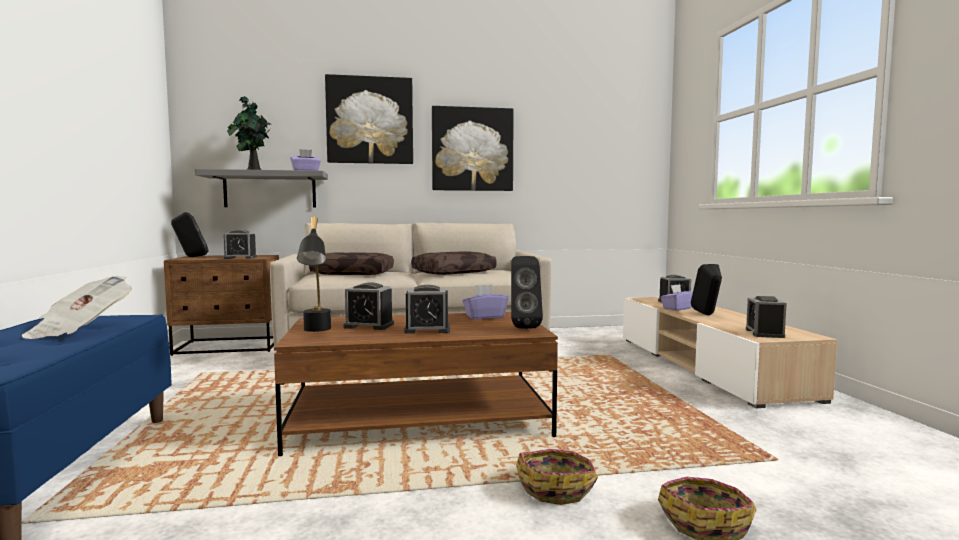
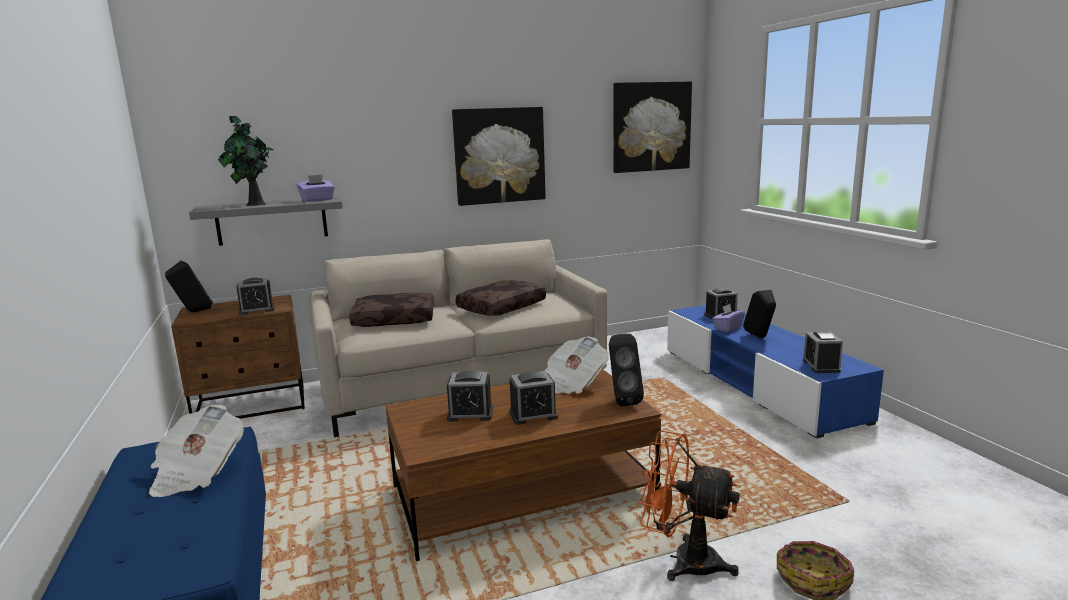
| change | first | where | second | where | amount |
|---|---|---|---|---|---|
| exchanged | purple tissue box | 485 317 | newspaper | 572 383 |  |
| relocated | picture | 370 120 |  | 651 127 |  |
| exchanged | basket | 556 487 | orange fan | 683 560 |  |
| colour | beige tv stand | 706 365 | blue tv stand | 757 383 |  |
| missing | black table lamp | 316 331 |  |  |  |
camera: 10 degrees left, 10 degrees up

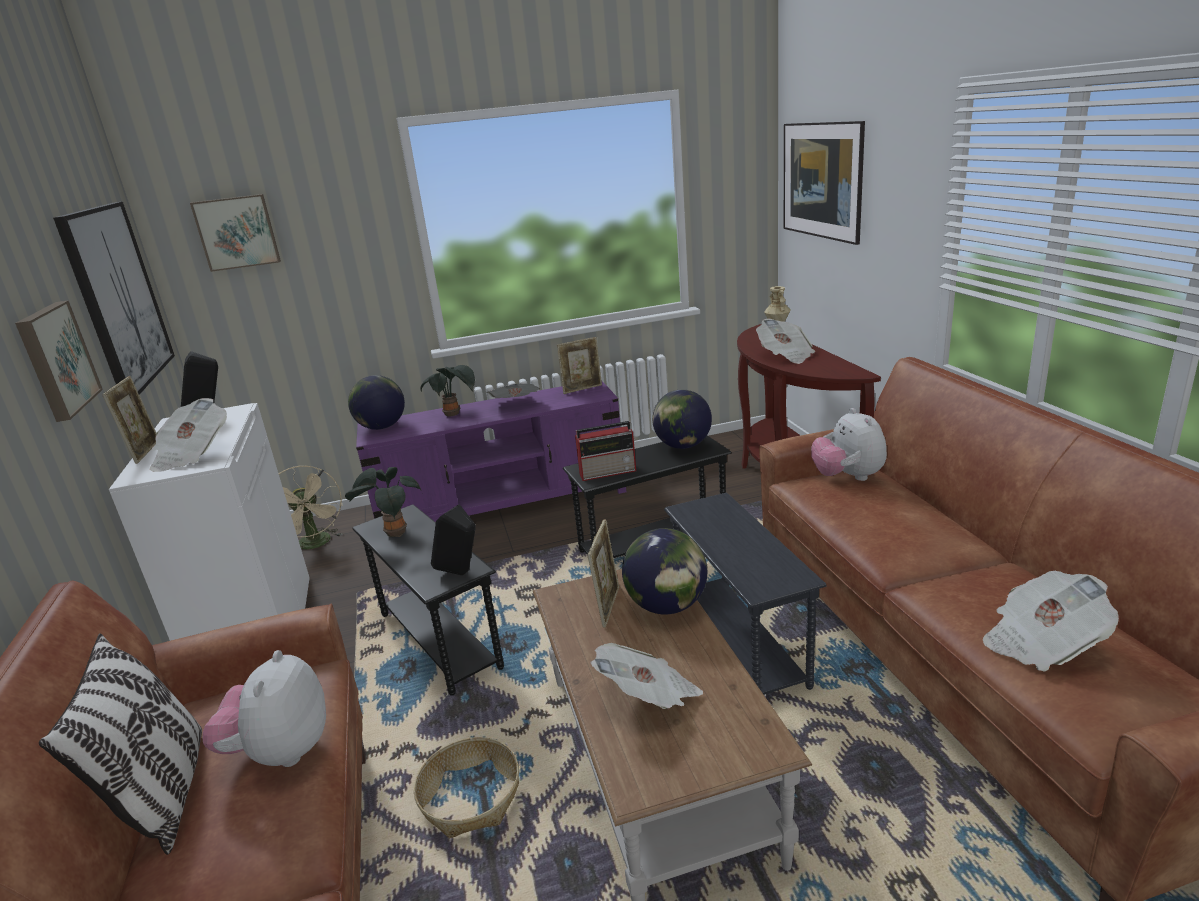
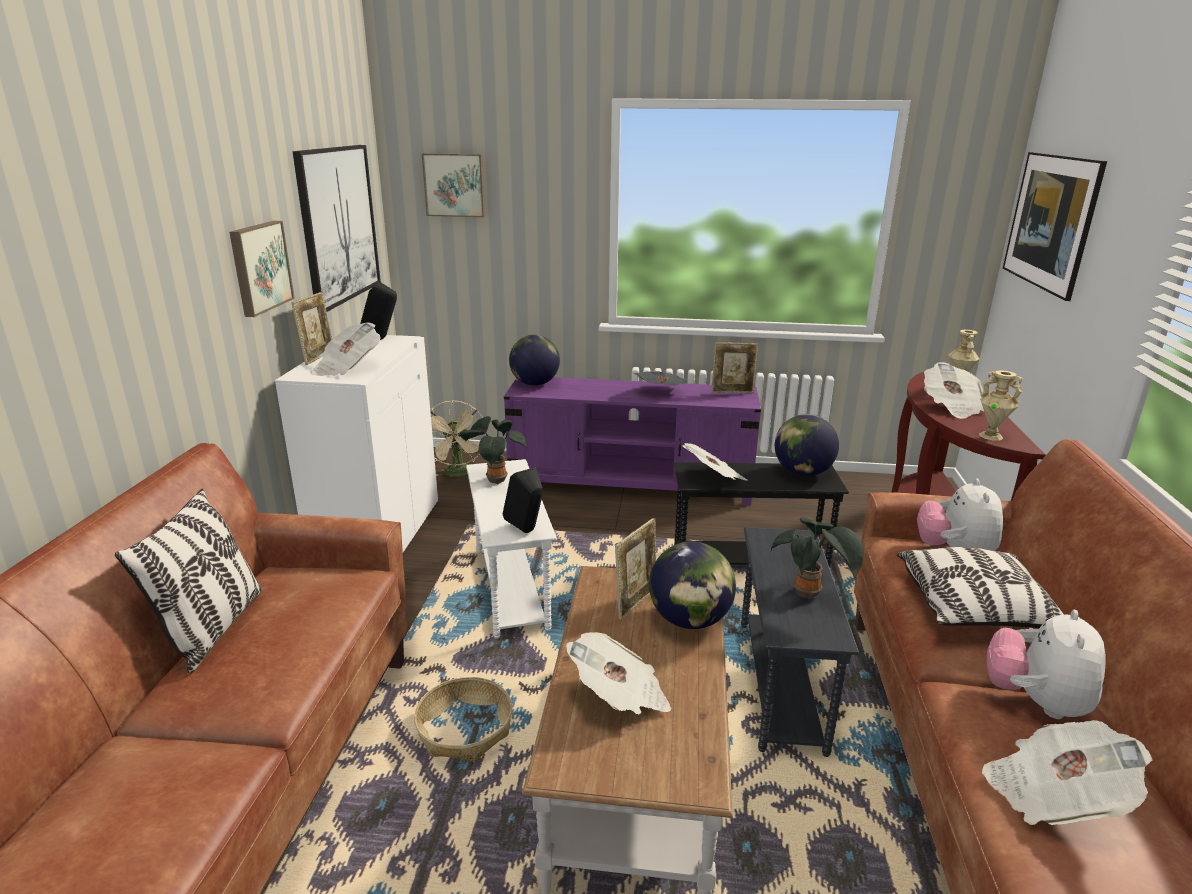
| change | first | where | second | where | amount |
|---|---|---|---|---|---|
| colour | black side table | 438 641 | white side table | 510 588 |  |
| exchanged | radio | 609 472 | newspaper | 713 478 |  |
| relocated | potted plant | 454 414 |  | 809 594 |  |
| appeared |  |  | pillow | 975 609 |  |
| appeared |  |  | beige vase | 991 436 |  |
| relocated | plush toy | 281 752 |  | 1035 702 |  |
camera: 20 degrees right, 0 degrees up

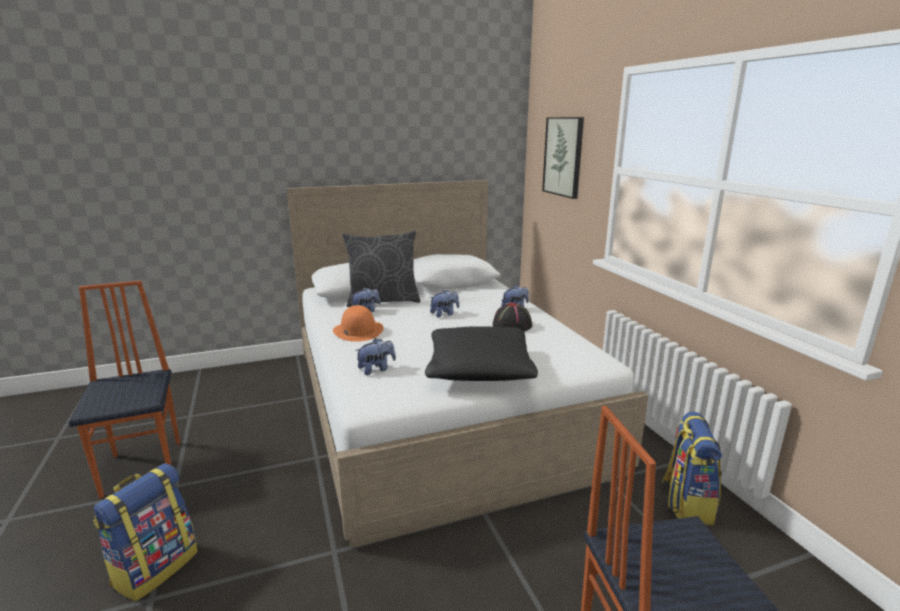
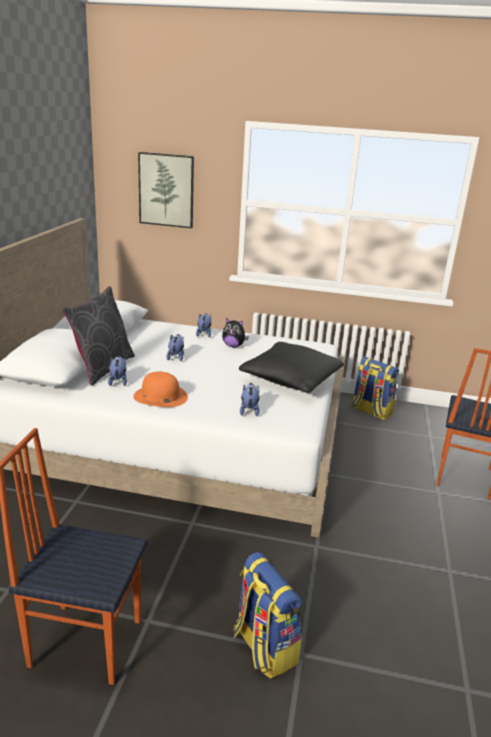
| change | first | where | second | where | amount |
|---|---|---|---|---|---|
| exchanged | black hat | 512 325 | plush toy | 233 346 |  |
camera: 60 degrees left, 5 degrees up

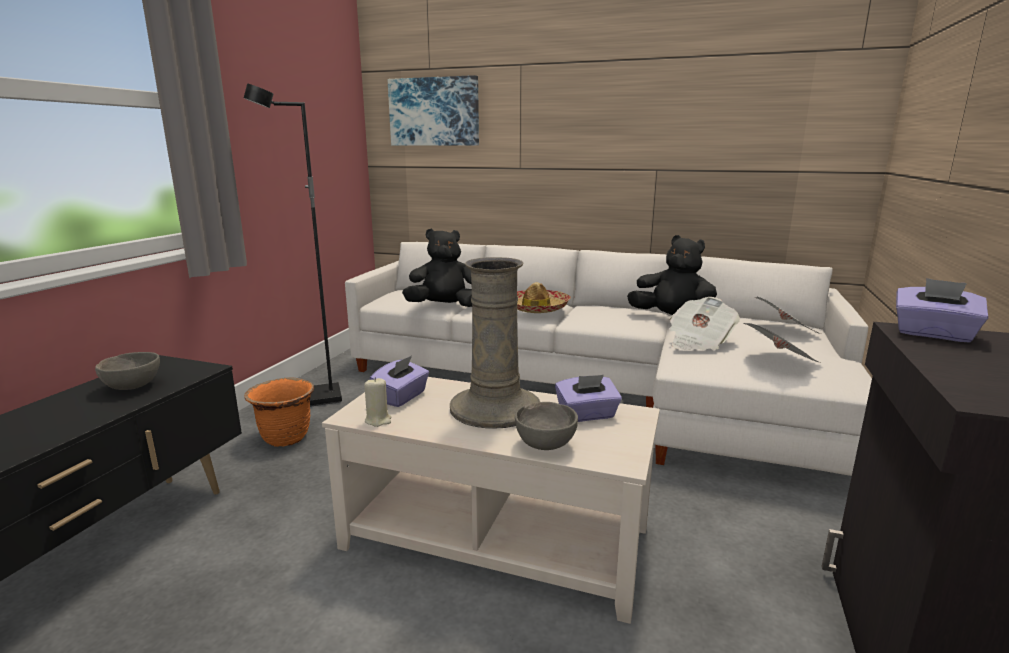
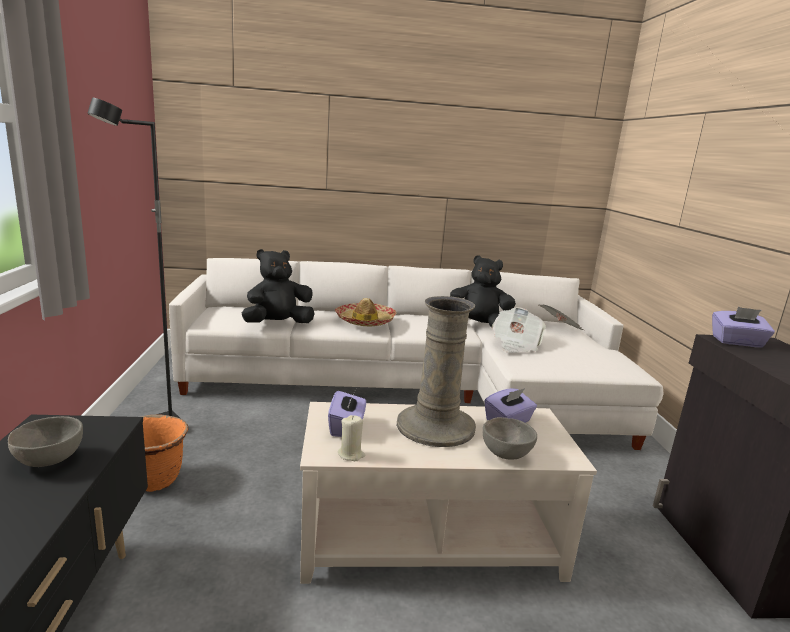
| change | first | where | second | where | amount |
|---|---|---|---|---|---|
| missing | picture | 434 112 |  |  |  |
| missing | newspaper | 780 362 |  |  |  |
camera: 25 degrees left, 0 degrees up

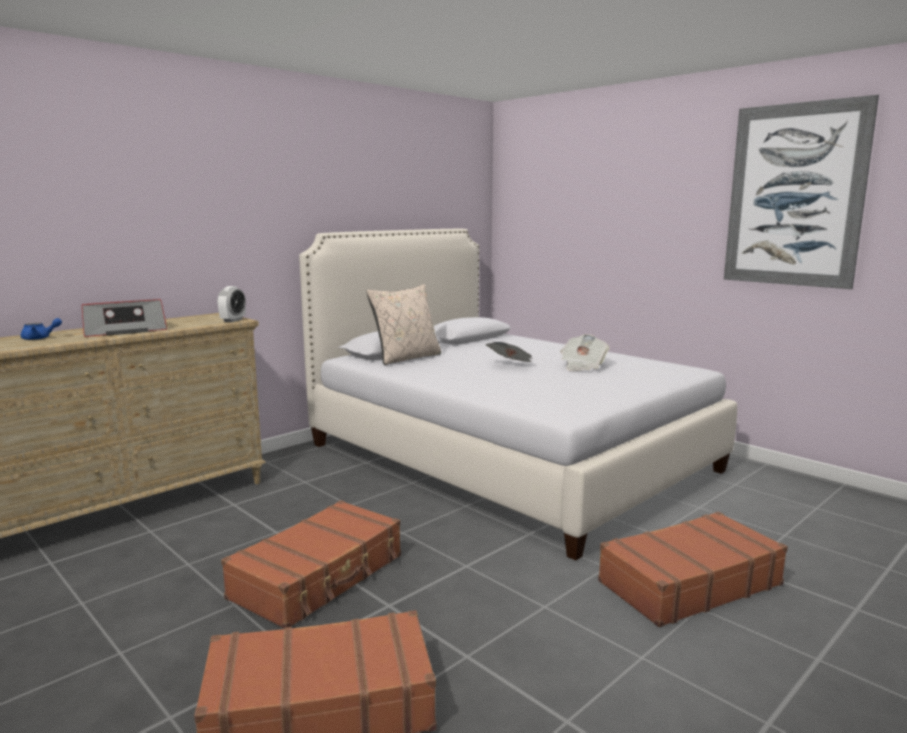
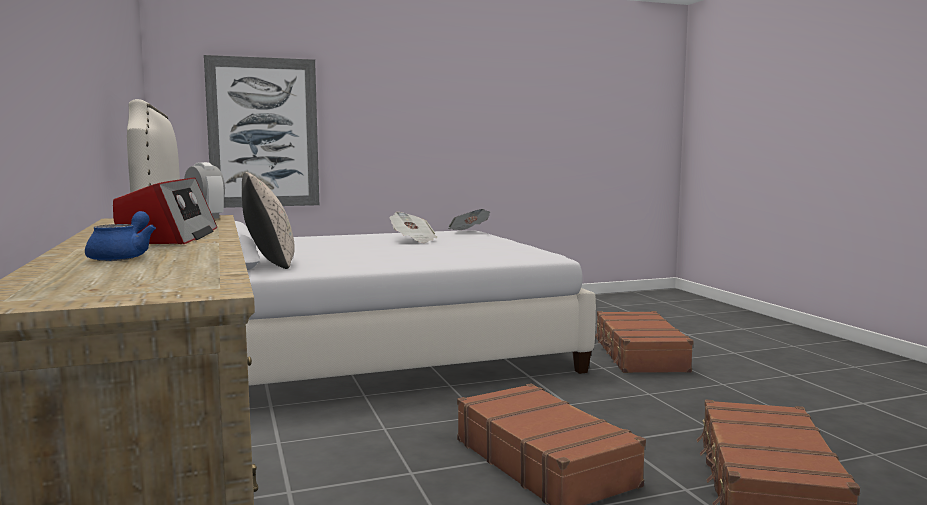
| change | first | where | second | where | amount |
|---|---|---|---|---|---|
| relocated | picture | 794 195 |  | 263 133 |  |
| relocated | newspaper | 511 365 |  | 468 232 |  |
camera: 65 degrees left, 5 degrees down

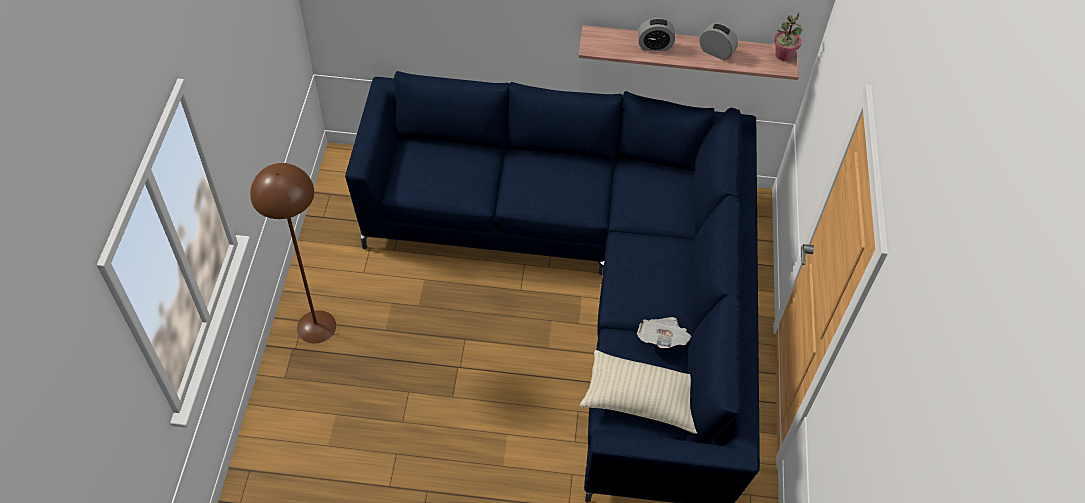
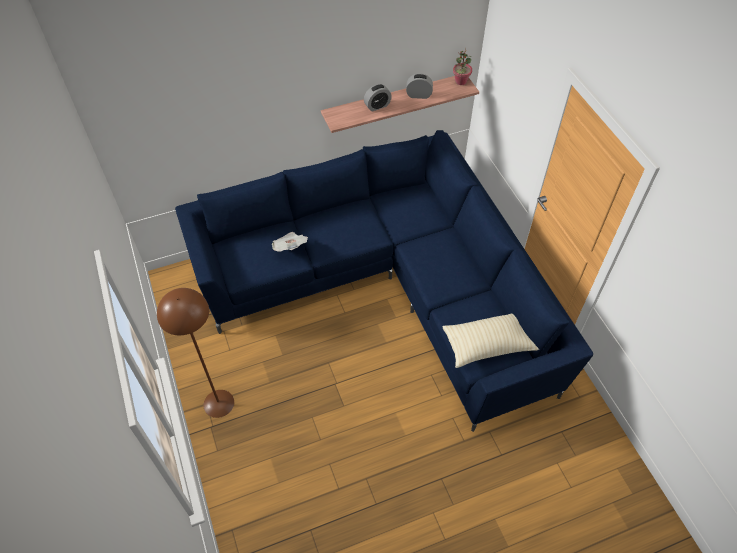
| change | first | where | second | where | amount |
|---|---|---|---|---|---|
| relocated | newspaper | 662 339 |  | 290 247 |  |
camera: 25 degrees left, 0 degrees up

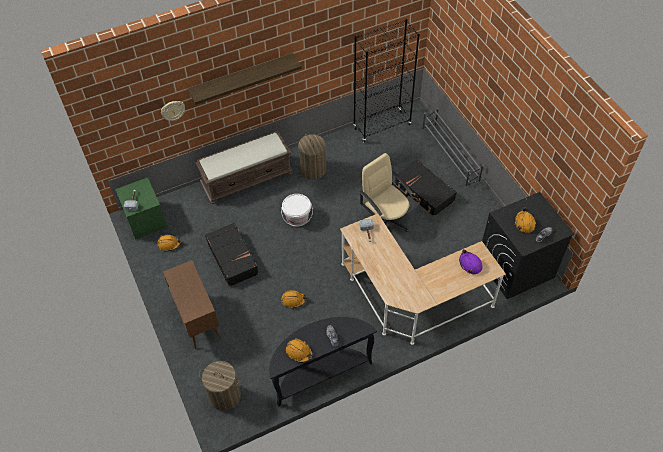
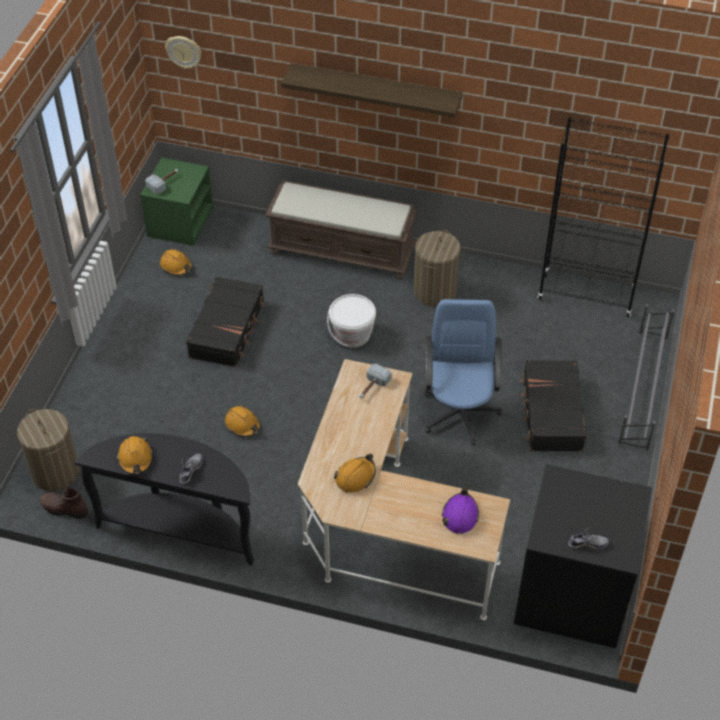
| change | first | where | second | where | amount |
|---|---|---|---|---|---|
| appeared |  |  | brown boot | 64 509 |  |
| relocated | wall clock | 173 110 |  | 184 51 |  |
| relocated | orange hard hat | 524 223 |  | 355 477 |  |
| colour | beige office chair | 385 220 | blue office chair | 460 412 |  |
| missing | brown cabinet | 197 318 |  |  |  |
camera: 40 degrees right, 5 degrees down

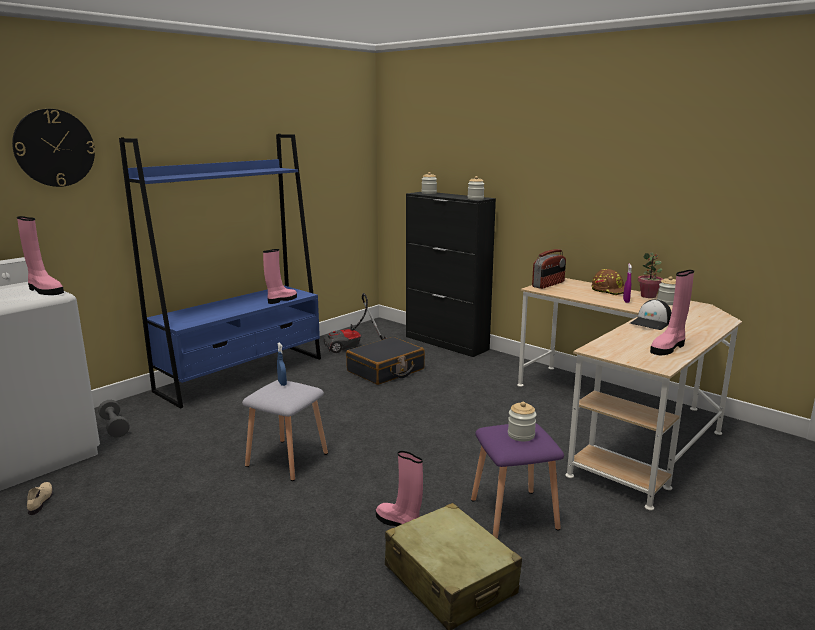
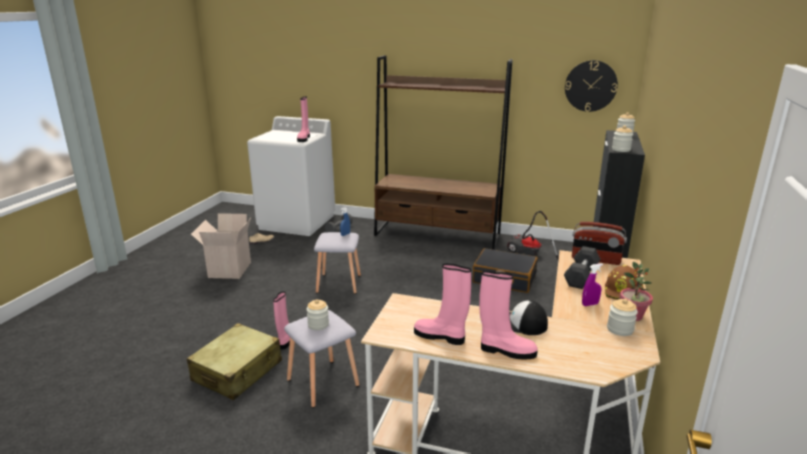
| change | first | where | second | where | amount |
|---|---|---|---|---|---|
| appeared |  |  | cardboard box | 228 269 |  |
| colour | purple stool | 512 513 | grey stool | 323 382 |  |
| colour | blue bookcase | 242 374 | brown bookcase | 437 235 |  |
| relocated | pink boot | 281 300 |  | 506 351 |  |
| appeared |  |  | black dumbbell | 581 276 |  |
| relocated | wall clock | 54 148 |  | 590 86 |  |
camera: 65 degrees right, 5 degrees up

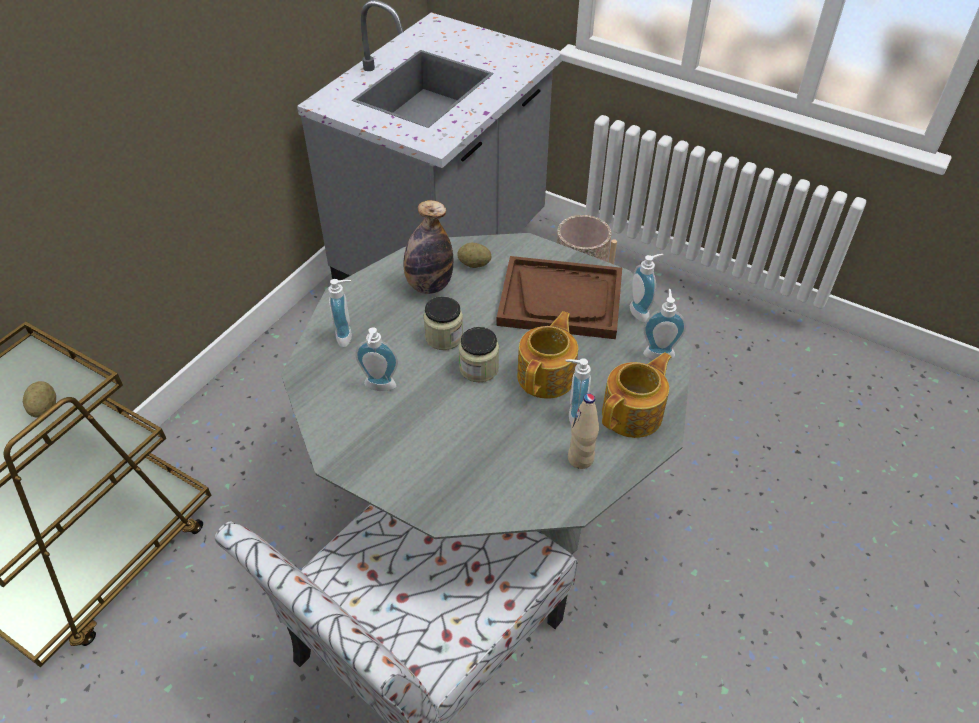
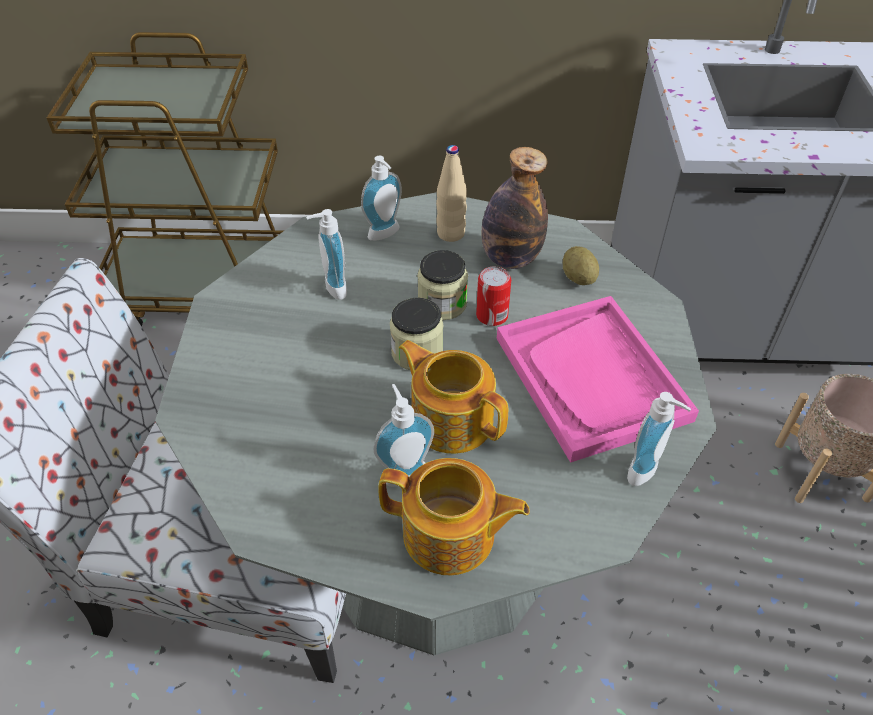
| change | first | where | second | where | amount |
|---|---|---|---|---|---|
| spun | teapot | 547 376 |  | 451 419 | 135 degrees counterclockwise |
| relocated | beige bottle | 580 459 |  | 451 234 |  |
| appeared |  |  | can | 492 315 |  |
| colour | brown tray | 561 300 | pink tray | 591 378 |  |
| missing | potato | 44 408 |  |  |  |
| missing | soap dispenser | 658 352 |  |  |  |
camera: 60 degrees right, 0 degrees up

